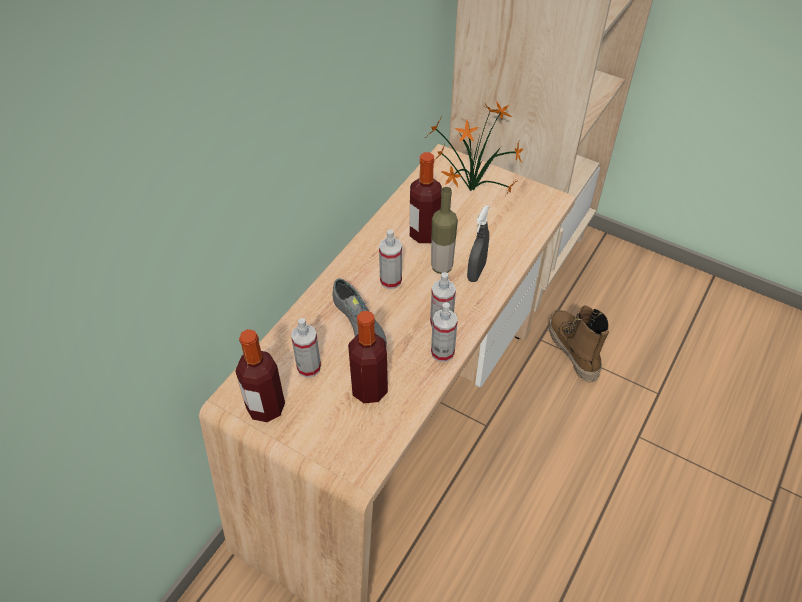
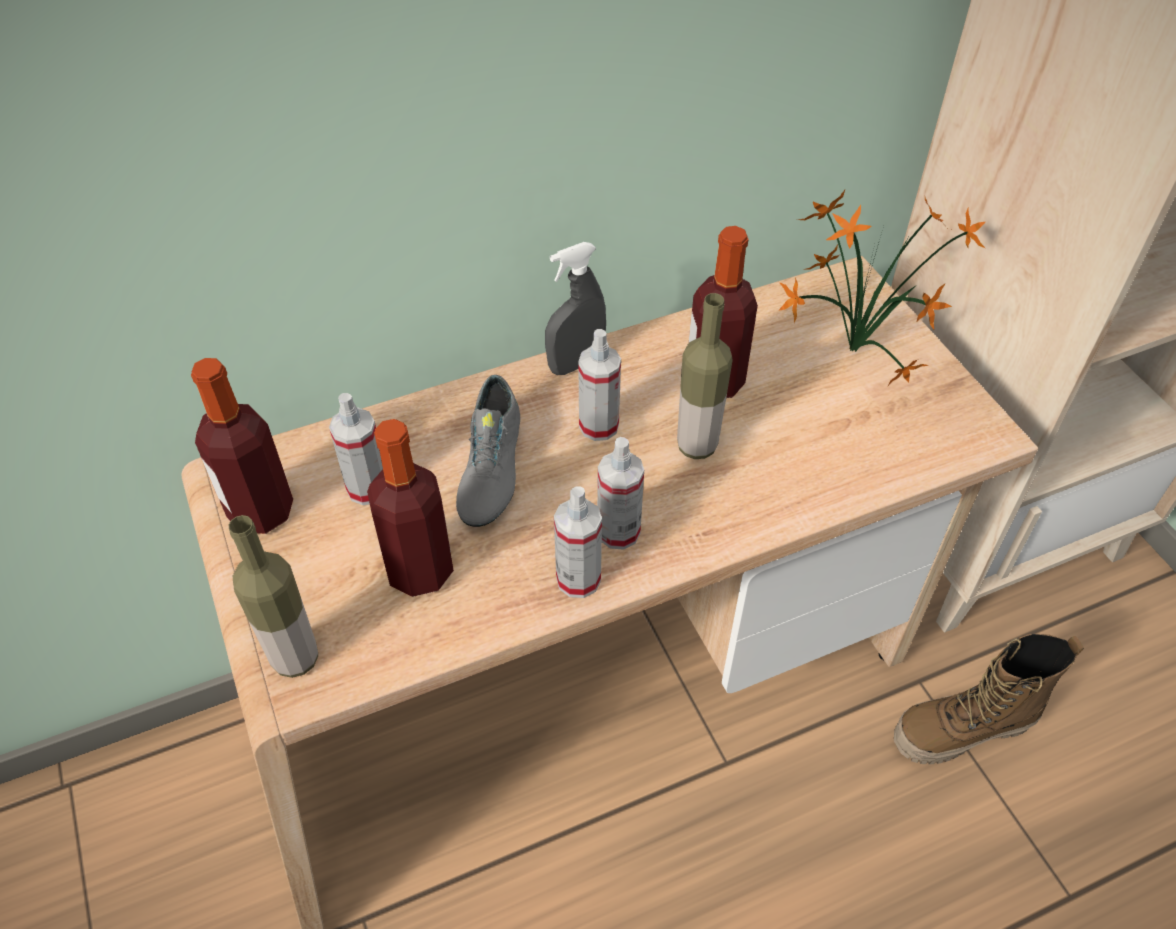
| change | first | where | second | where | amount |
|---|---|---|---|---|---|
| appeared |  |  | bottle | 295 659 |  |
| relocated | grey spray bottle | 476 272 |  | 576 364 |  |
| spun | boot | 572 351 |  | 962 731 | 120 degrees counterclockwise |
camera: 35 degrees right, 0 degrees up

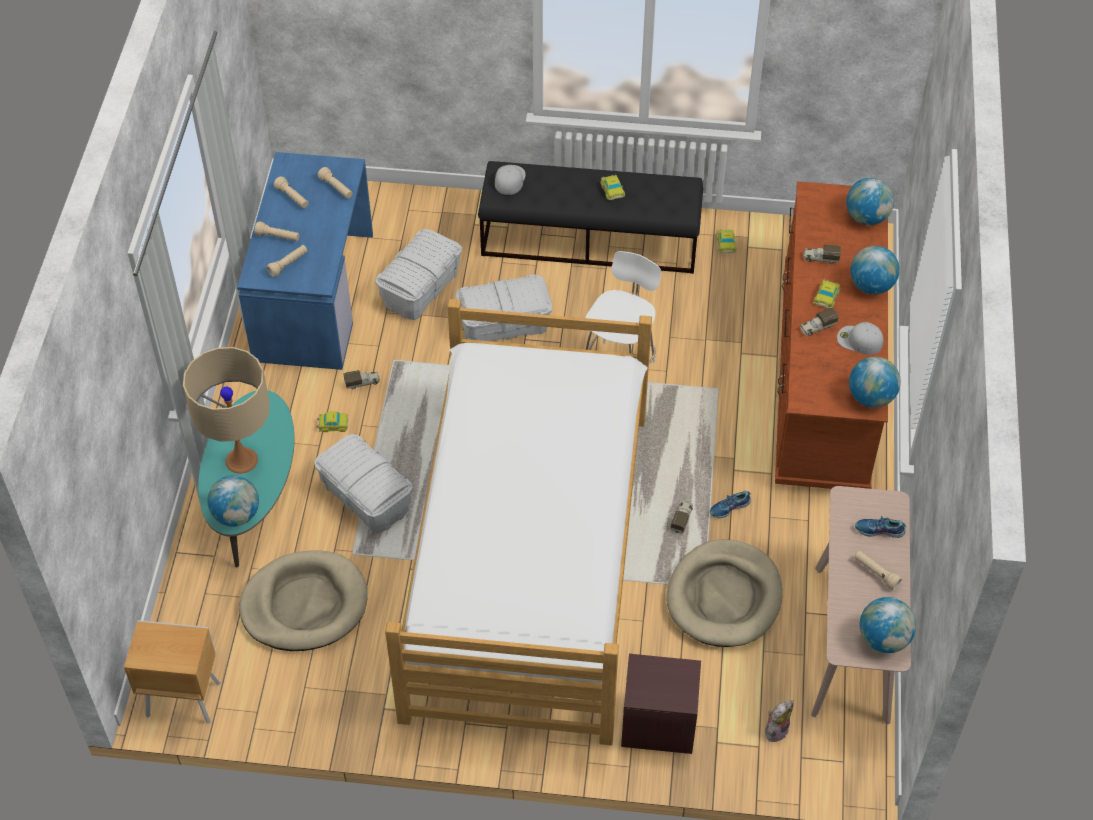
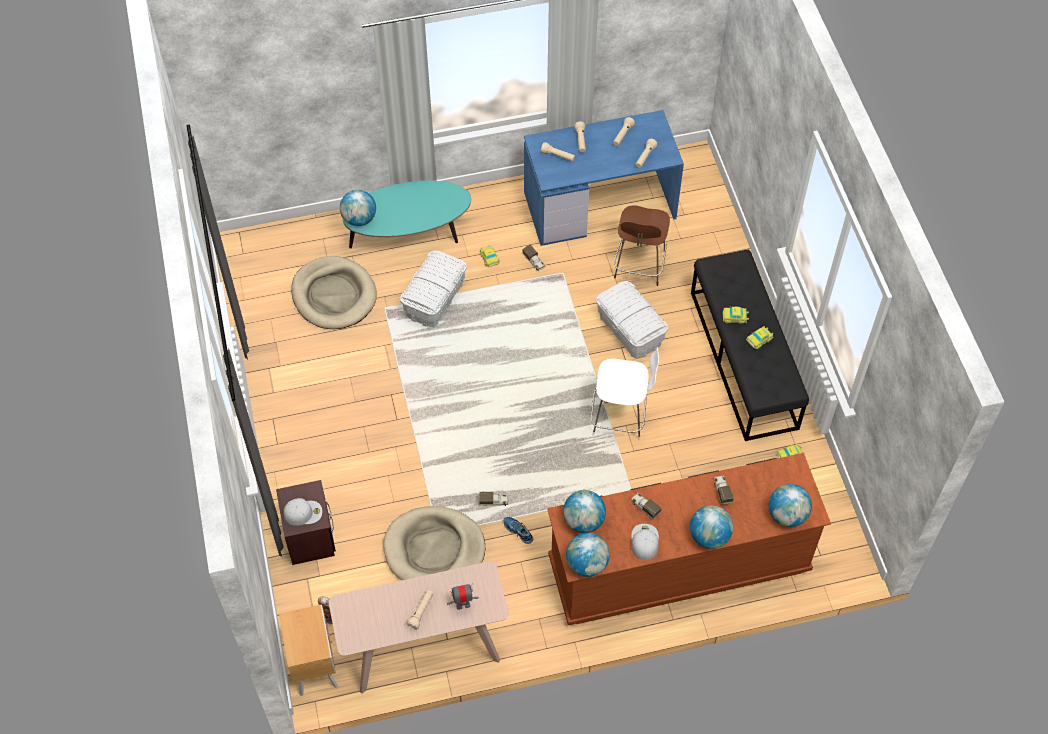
| change | first | where | second | where | amount |
|---|---|---|---|---|---|
| relocated | brown nightstand | 182 699 |  | 315 666 |  |
| relocated | white cap | 509 179 |  | 303 512 |  |
| exchanged | shoe | 879 531 | toy robot | 463 605 |  |
| relocated | globe | 883 639 |  | 583 521 |  |
| exchanged | white storage box | 421 288 | brown chair | 639 266 |  |
| relocated | toy car | 826 296 |  | 735 317 |  |
| missing | beige table lamp | 241 460 |  |  |  |
| missing | bed | 527 563 |  |  |  |
camera: 70 degrees right, 5 degrees up

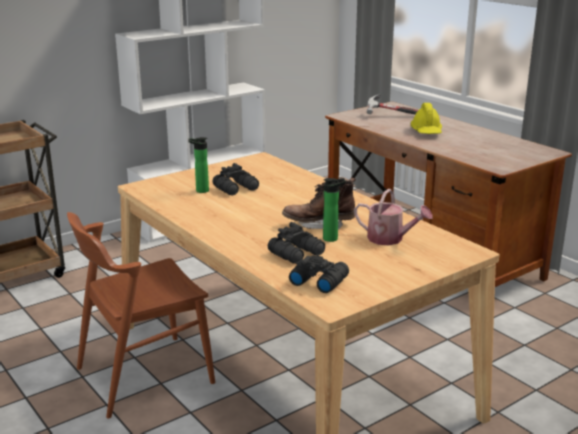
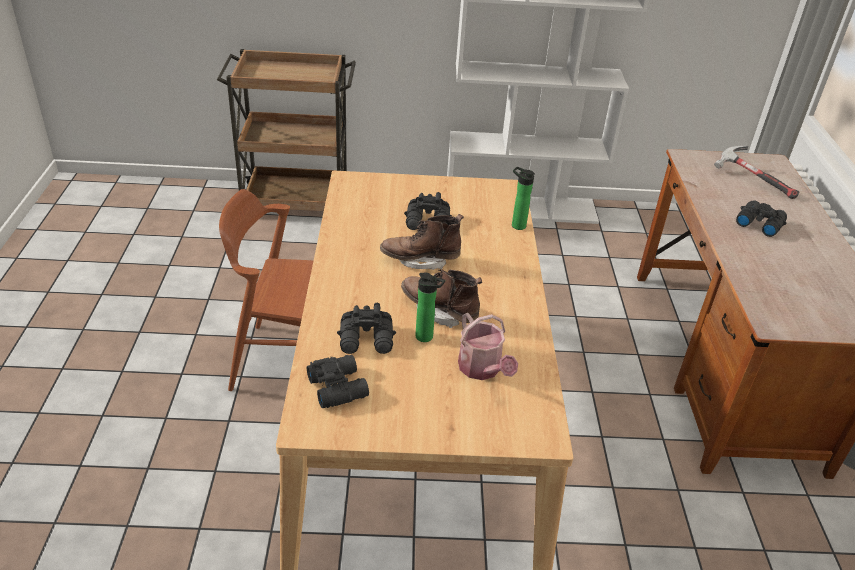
| change | first | where | second | where | amount |
|---|---|---|---|---|---|
| appeared |  |  | brown boot | 420 260 |  |
| relocated | bottle | 200 191 |  | 516 225 |  |
| exchanged | yellow hard hat | 426 131 | black binoculars | 758 223 |  |
camera: 35 degrees right, 15 degrees up

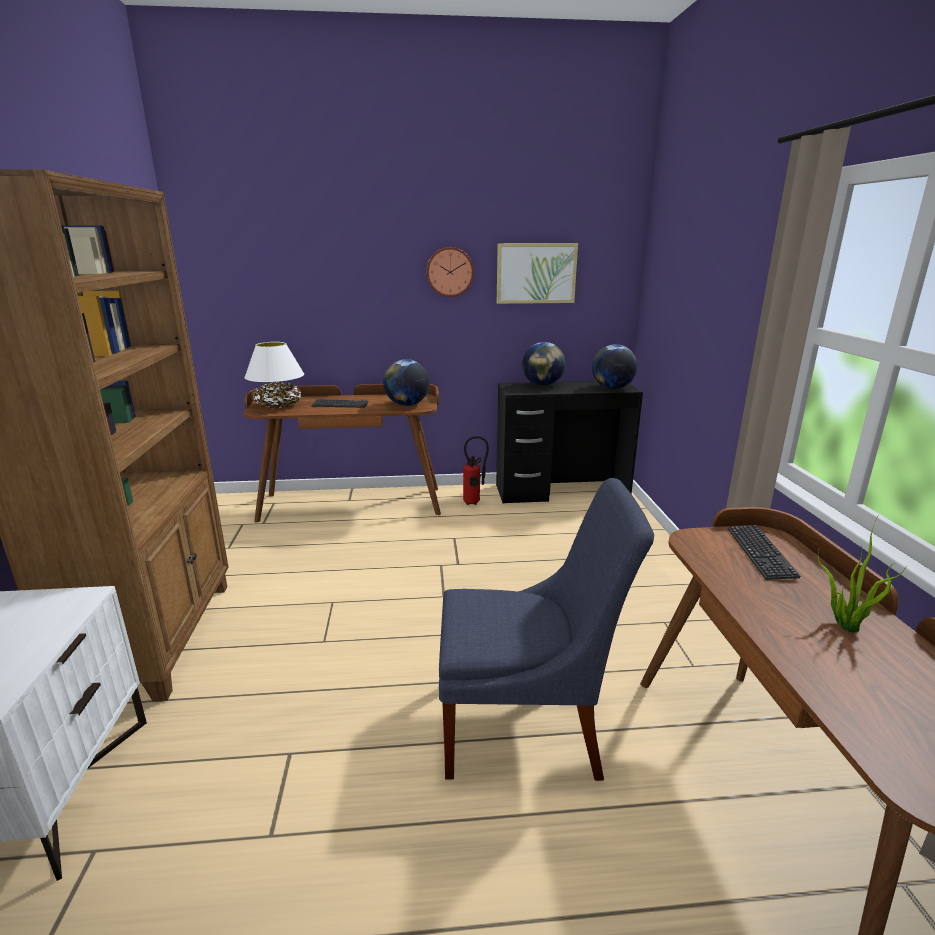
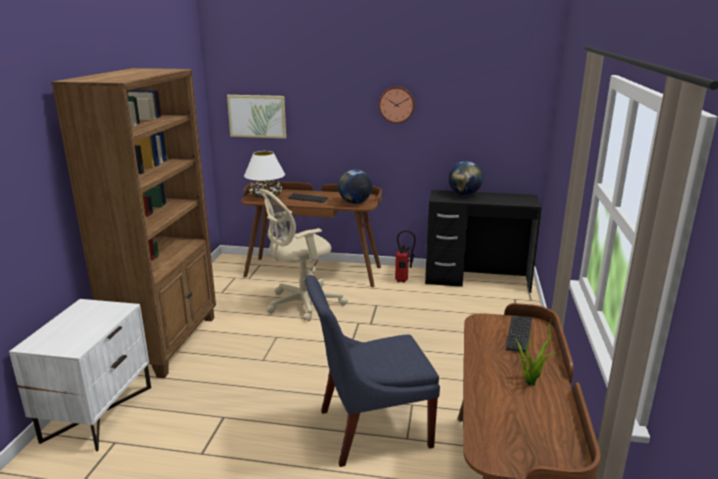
| change | first | where | second | where | amount |
|---|---|---|---|---|---|
| relocated | picture | 536 273 |  | 257 116 |  |
| appeared |  |  | beige office chair | 301 304 |  |
| spun | blue chair | 528 726 |  | 369 429 | 150 degrees clockwise |
| missing | globe | 612 388 |  |  |  |
camera: 15 degrees right, 0 degrees up

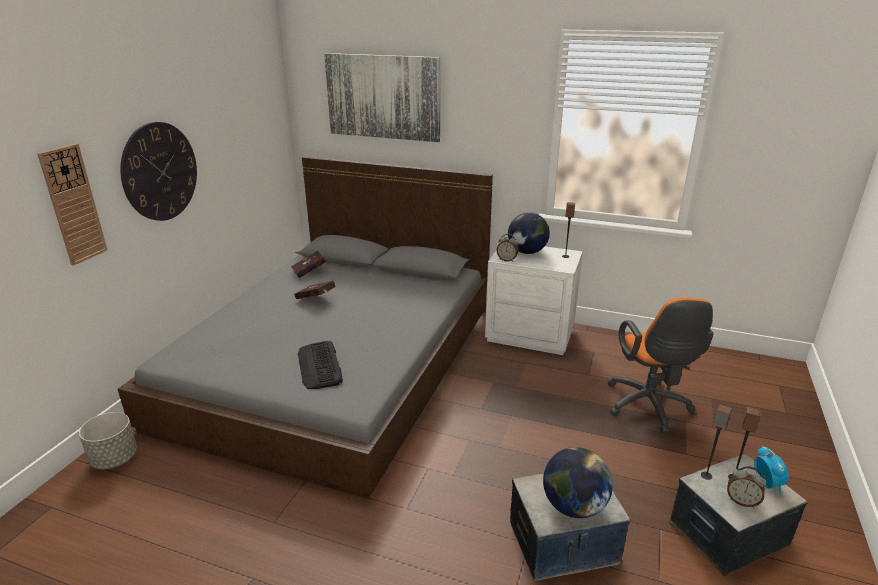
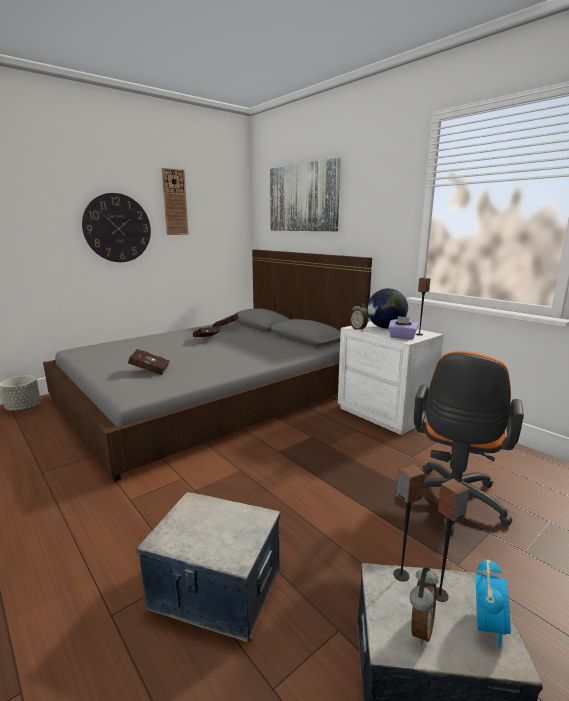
| change | first | where | second | where | amount |
|---|---|---|---|---|---|
| exchanged | keyboard | 319 365 | red book | 148 371 |  |
| relocated | wall clock | 73 205 |  | 175 202 |  |
| appeared |  |  | purple tissue box | 402 337 |  |
| spun | alarm clock | 741 501 |  | 420 628 | 120 degrees counterclockwise |
| missing | globe | 573 506 |  |  |  |
camera: 30 degrees right, 10 degrees down

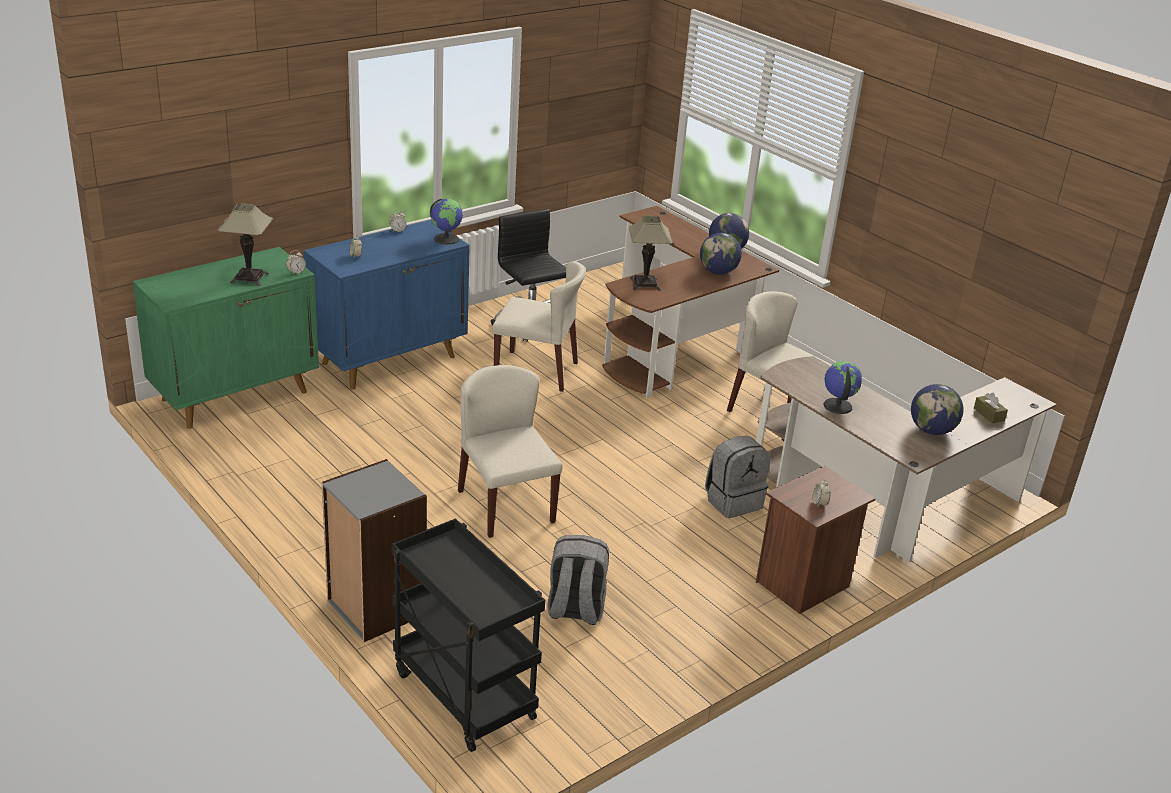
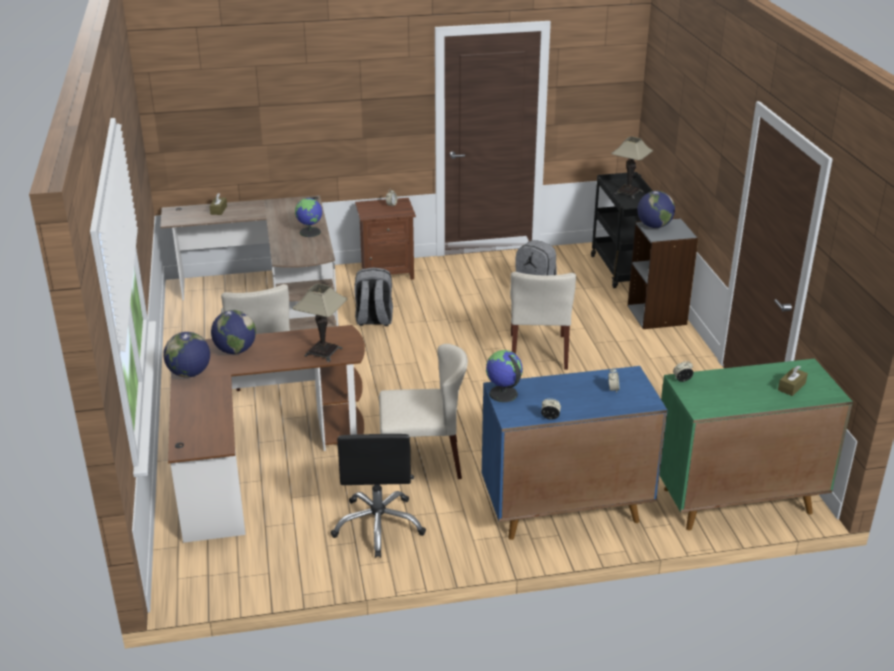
| change | first | where | second | where | amount |
|---|---|---|---|---|---|
| spun | beige chair | 537 370 |  | 423 460 | 135 degrees clockwise |
| relocated | table lamp | 249 278 |  | 628 192 |  |
| relocated | globe | 931 430 |  | 654 226 |  |
| appeared |  |  | brown tissue box | 791 387 |  |
camera: 150 degrees left, 0 degrees up

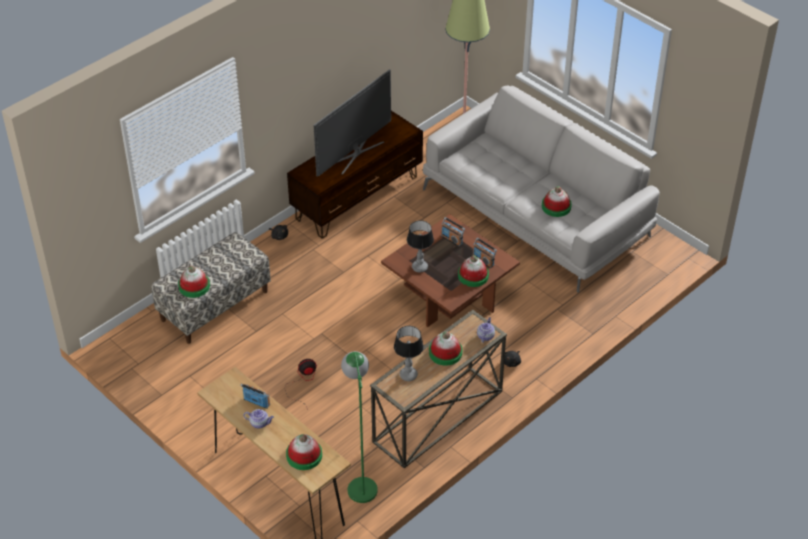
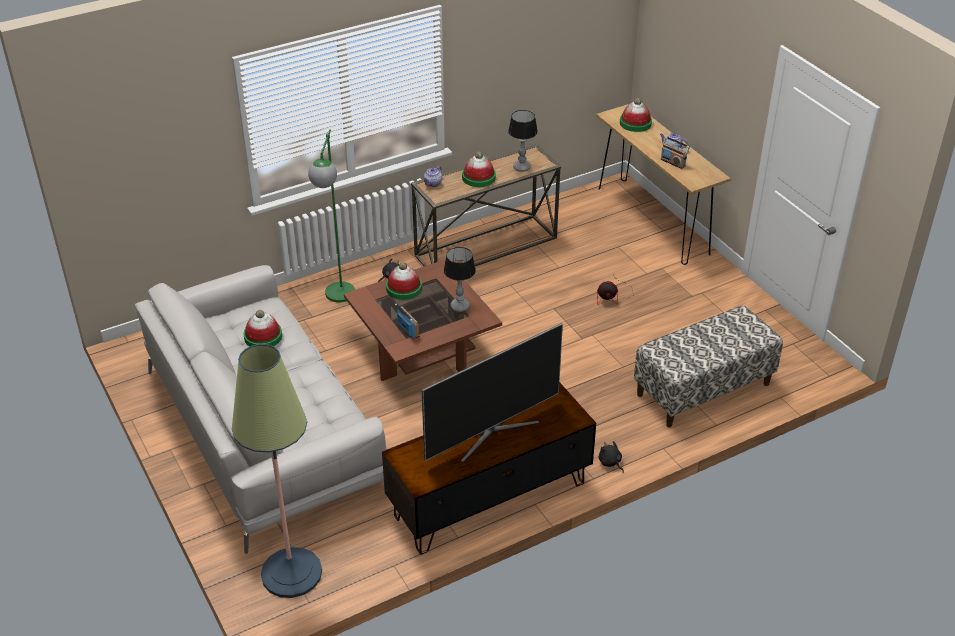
| change | first | where | second | where | amount |
|---|---|---|---|---|---|
| relocated | green floor lamp | 360 482 |  | 338 300 |  |
| missing | hat | 194 286 |  |  |  |
| missing | radio | 483 260 |  |  |  |
camera: 165 degrees left, 5 degrees down

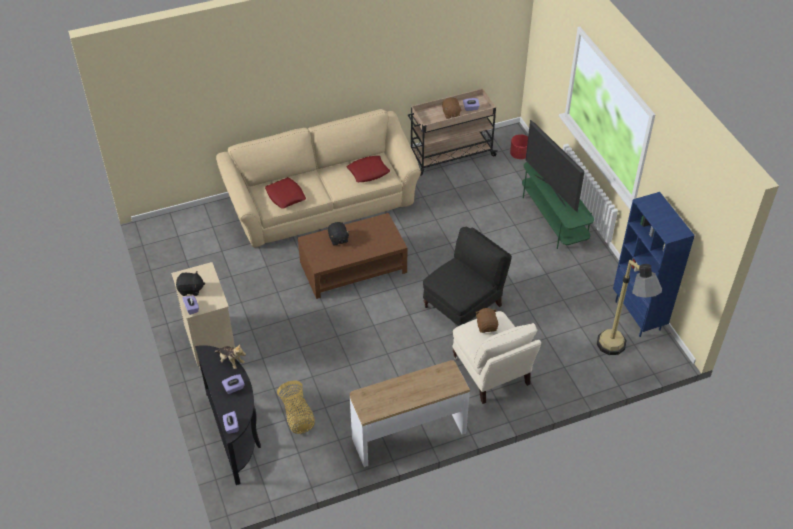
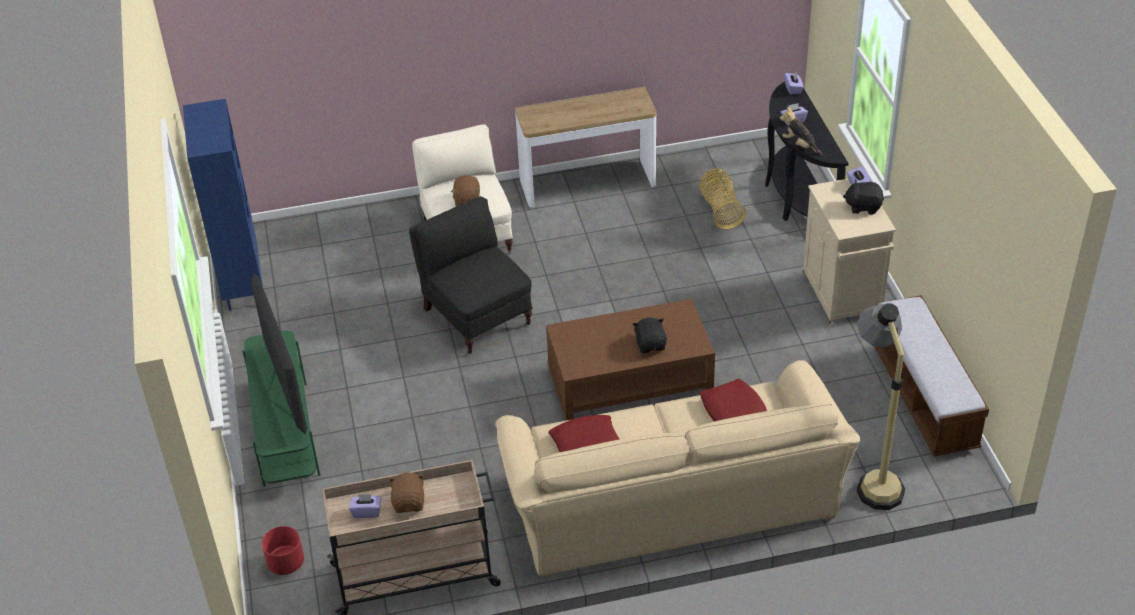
| change | first | where | second | where | amount |
|---|---|---|---|---|---|
| spun | black armchair | 464 305 |  | 476 315 | 90 degrees clockwise |
| relocated | floor lamp | 618 354 |  | 872 476 |  |
| appeared |  |  | bench | 923 397 |  |
camera: 170 degrees left, 5 degrees down

